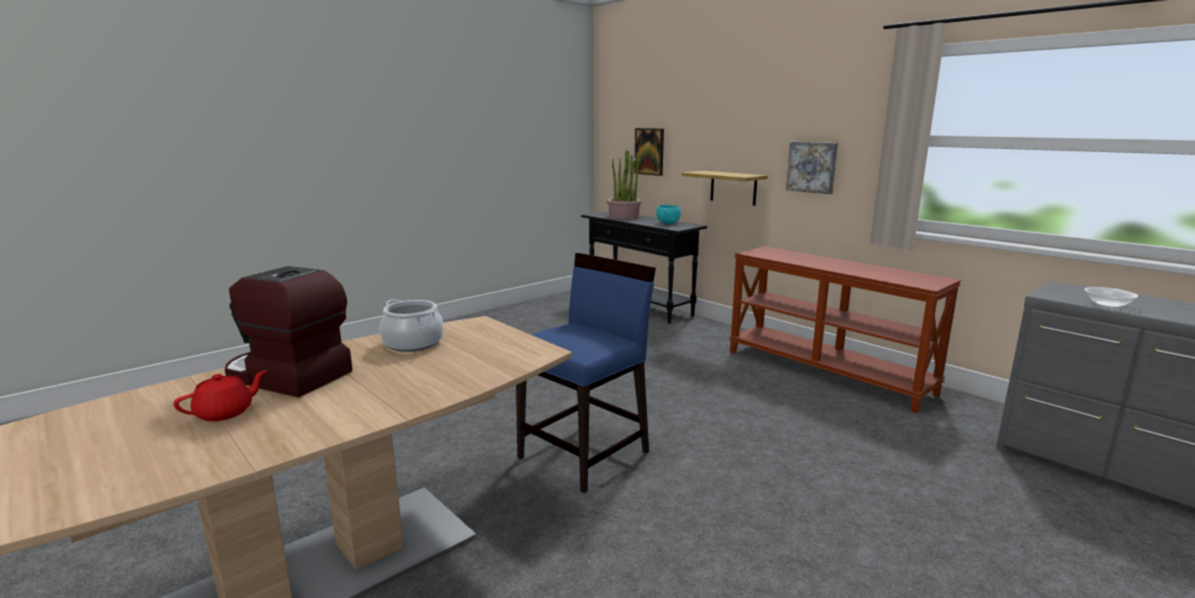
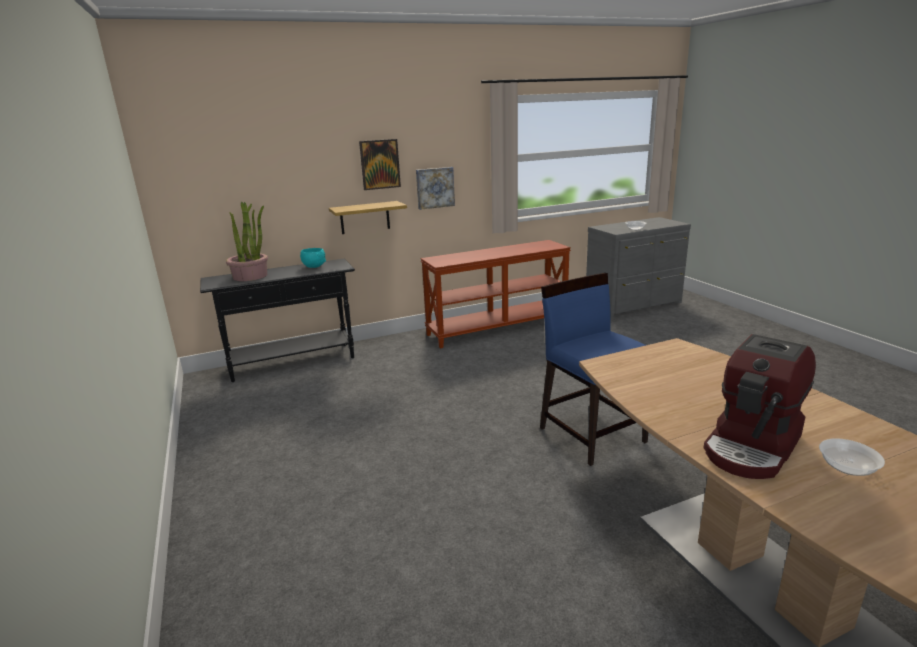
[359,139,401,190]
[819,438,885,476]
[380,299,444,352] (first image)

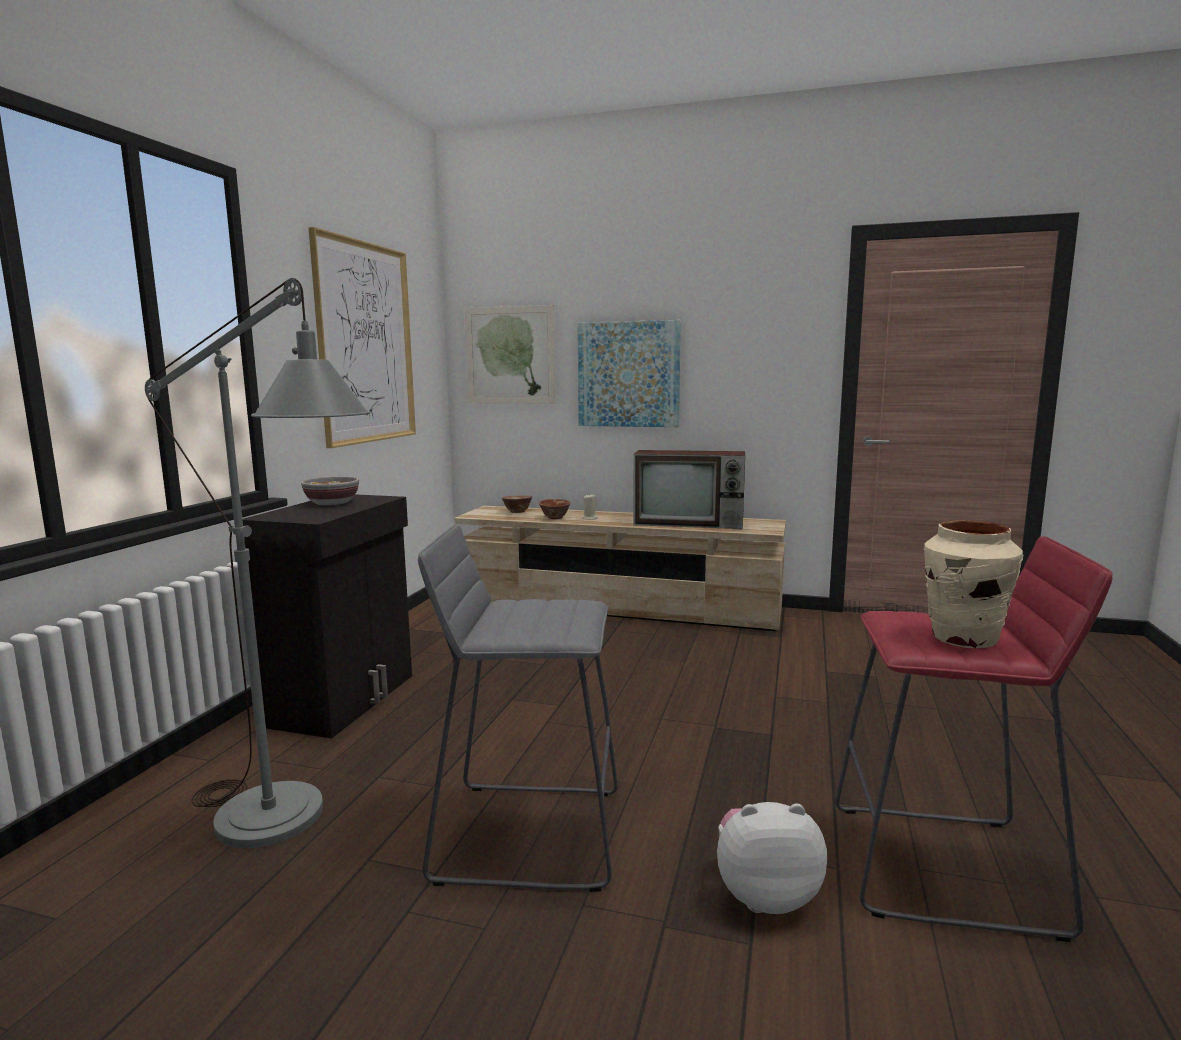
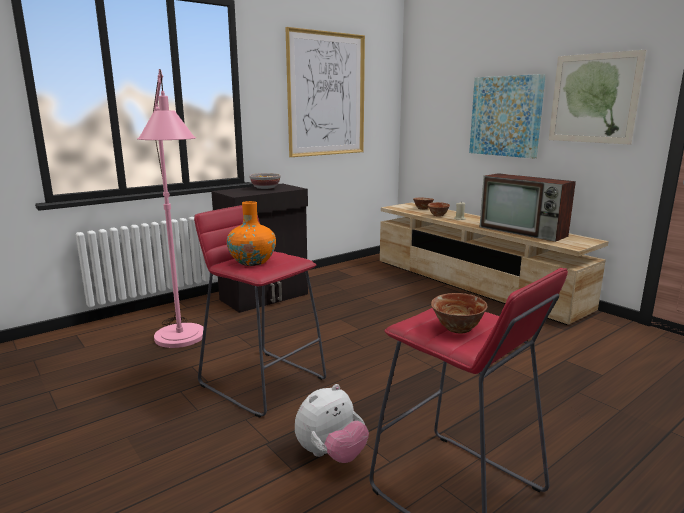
[137,69,204,348]
[194,205,326,418]
[227,201,276,266]
[295,384,369,463]
[431,293,487,333]
[549,50,647,145]

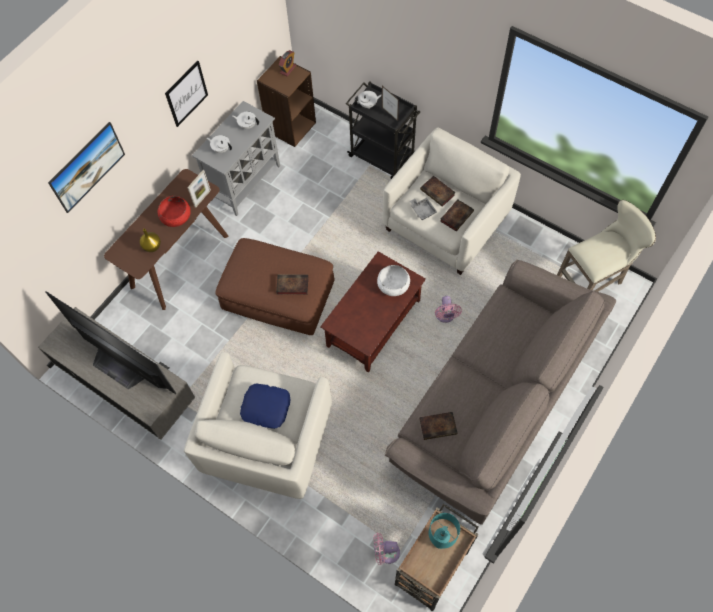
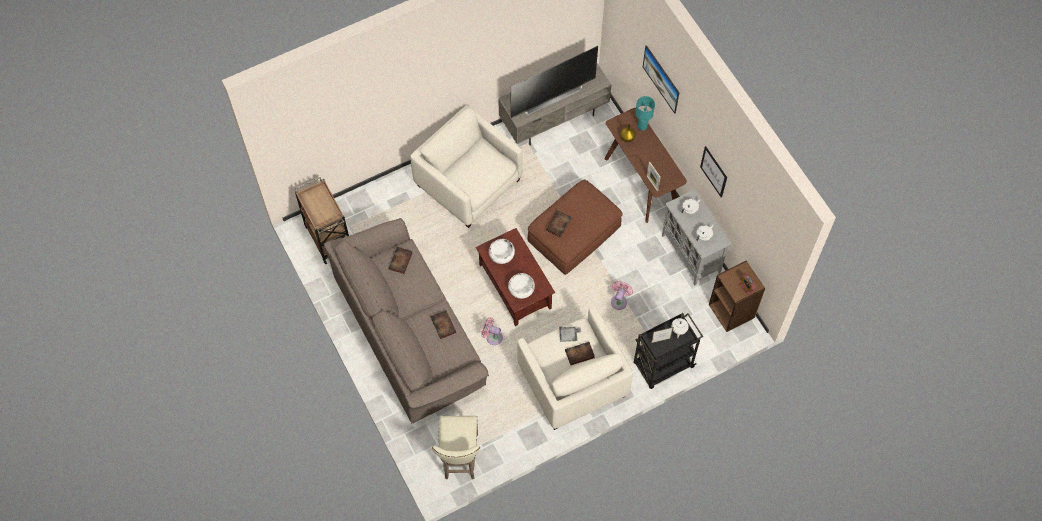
[431,310,456,339]
[489,239,515,264]
[611,281,633,310]
[635,96,655,130]
[157,196,191,227] (first image)
[240,383,290,429] (first image)

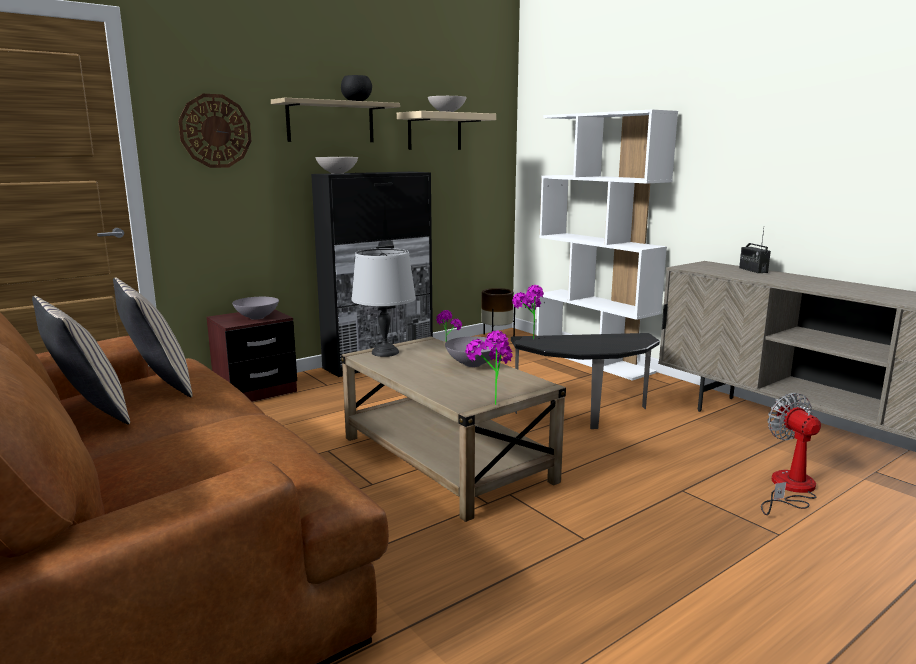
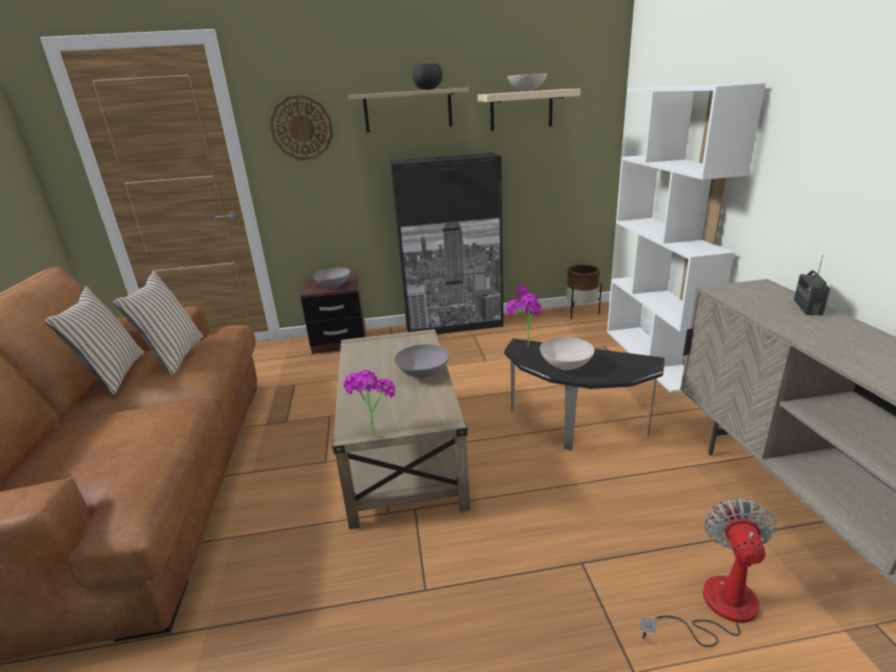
[540,337,595,370]
[351,248,416,357] (first image)

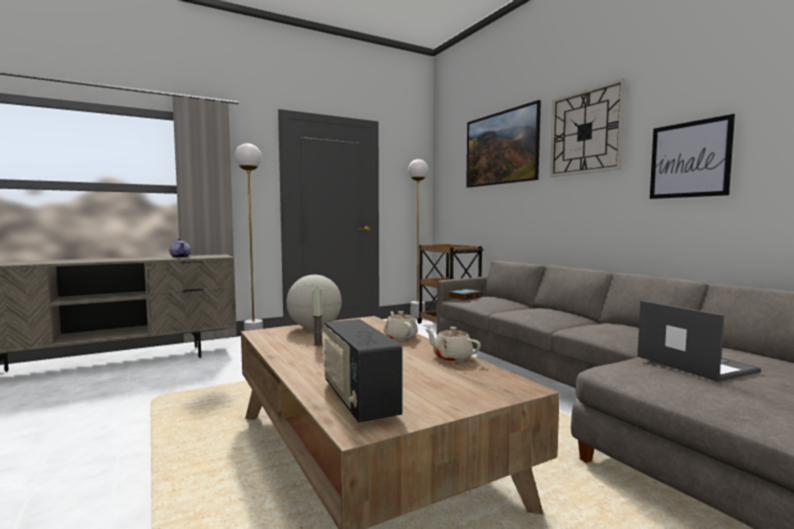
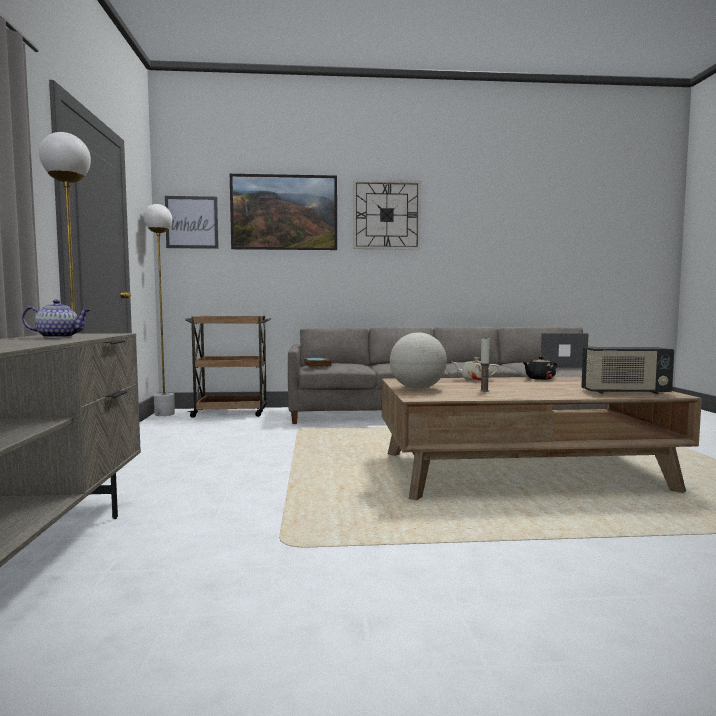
[165,196,219,249]
[523,356,557,380]

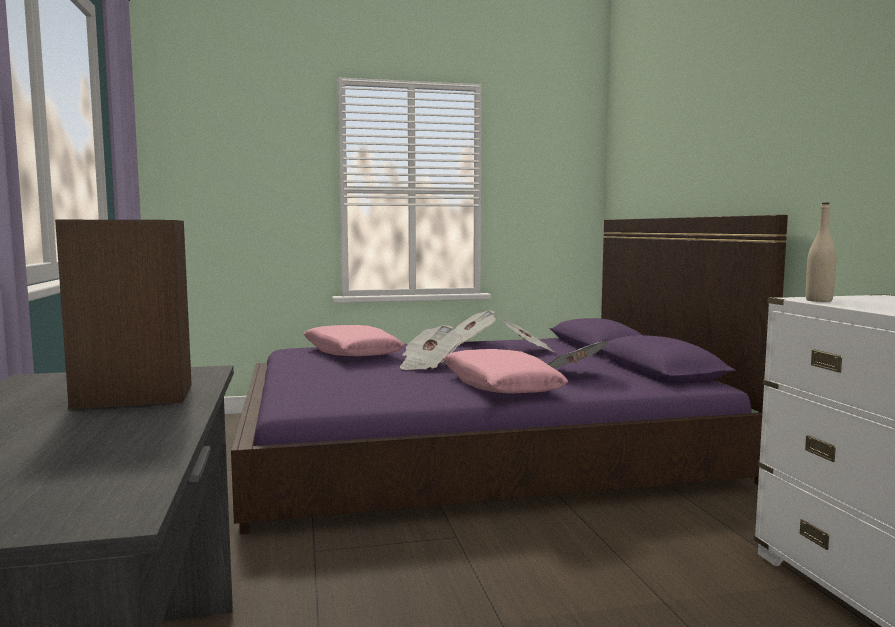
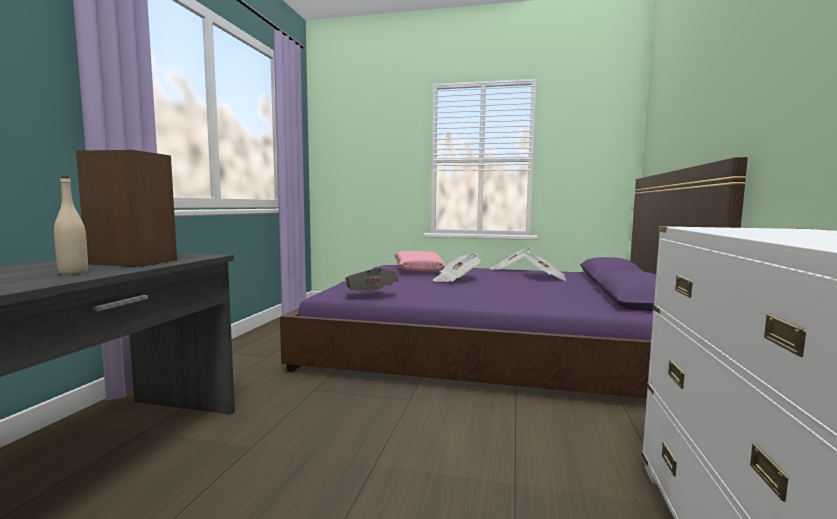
[54,176,88,275]
[345,268,398,291]
[443,349,568,394] (first image)

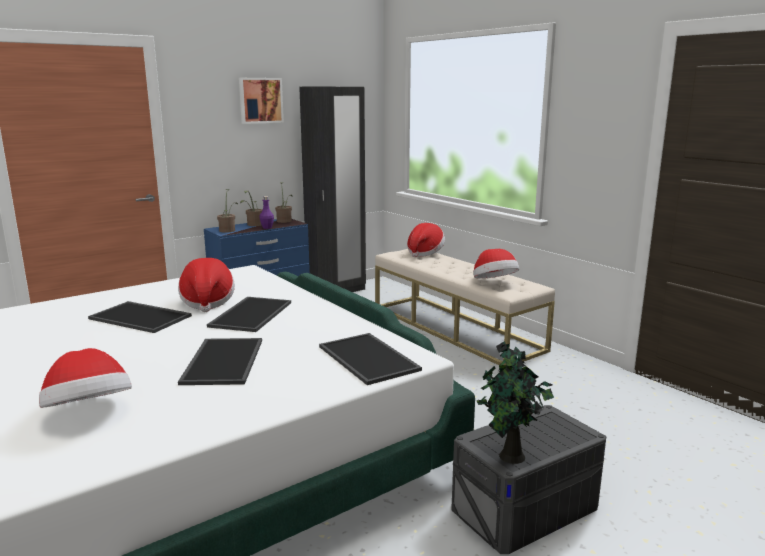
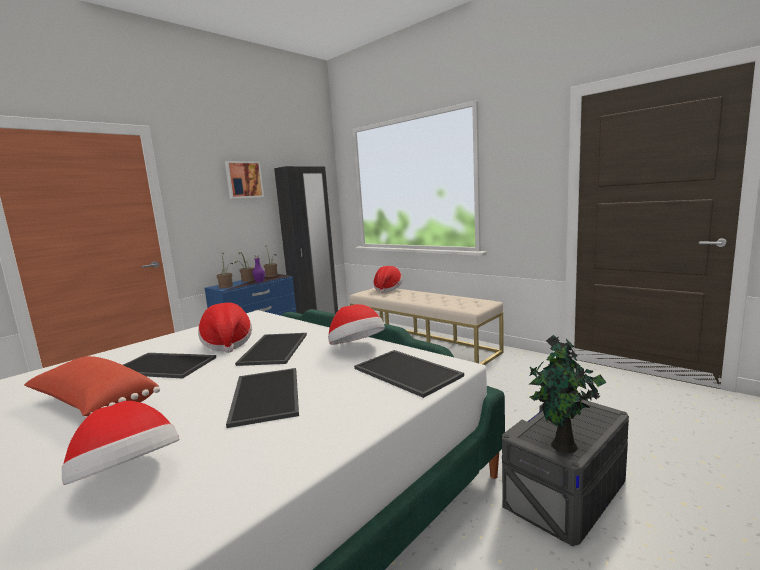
[24,356,160,416]
[328,304,385,345]

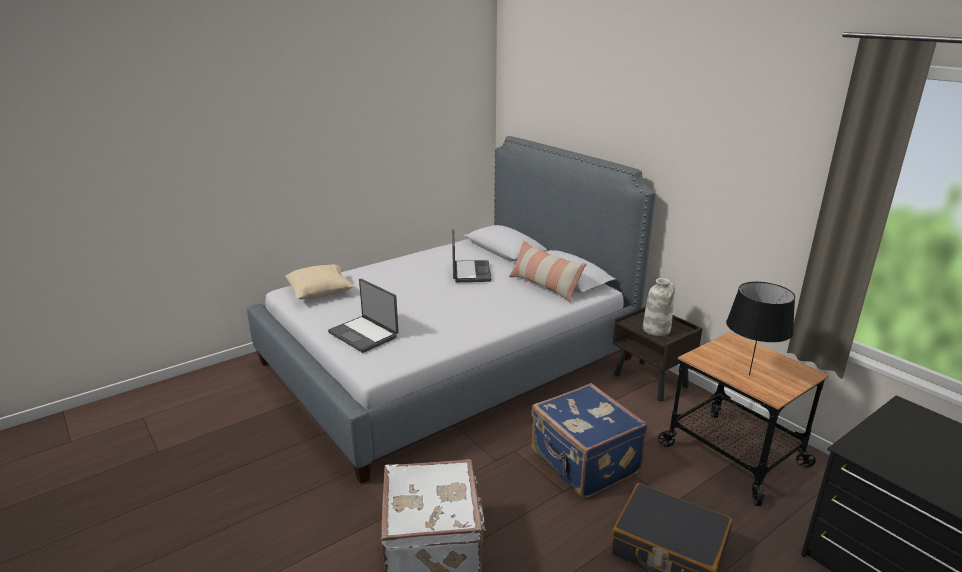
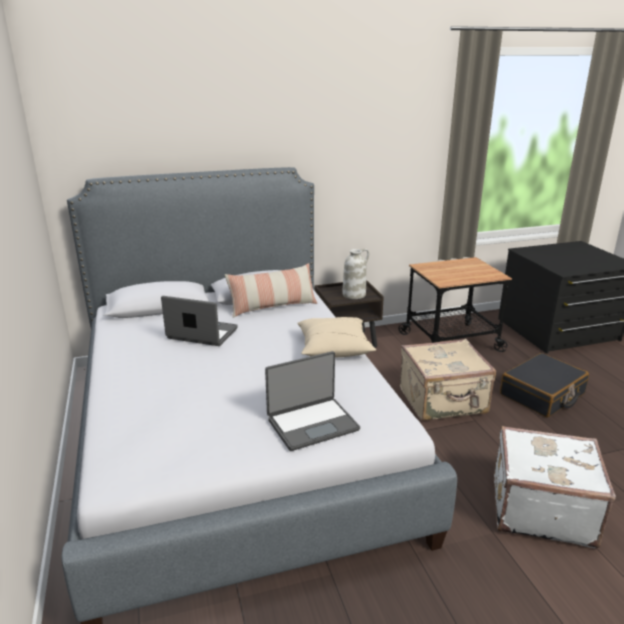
[297,317,376,358]
[400,339,496,421]
[726,282,795,375] (first image)

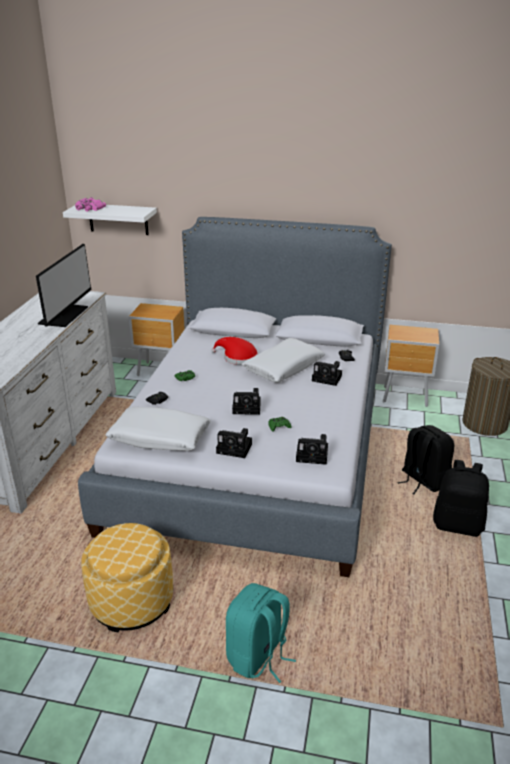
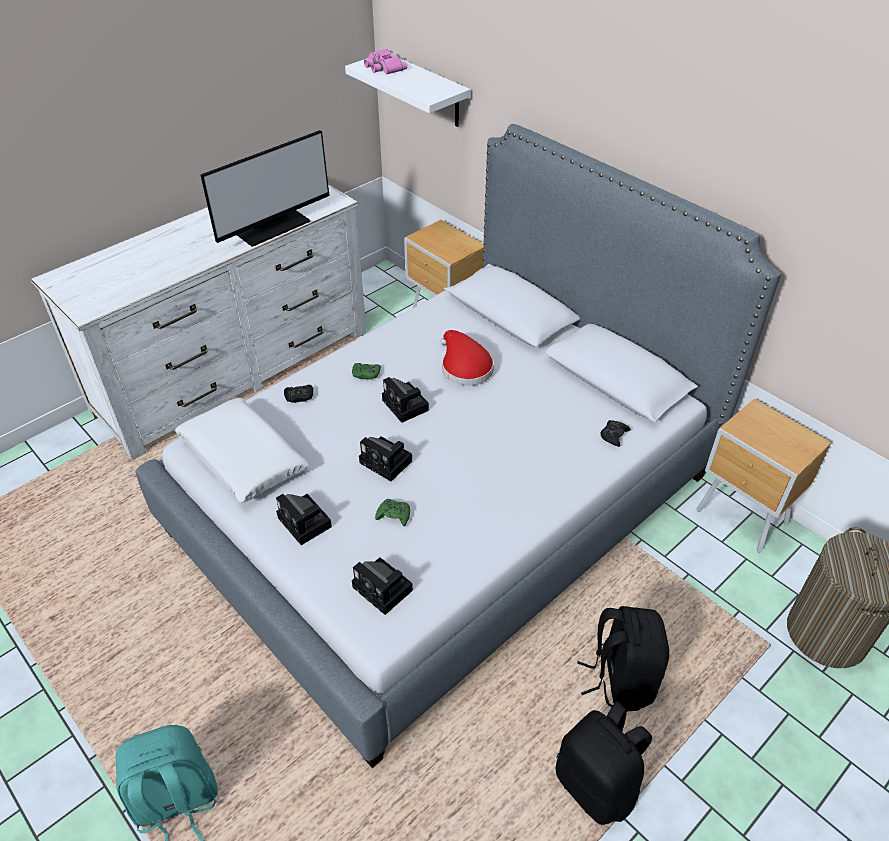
[382,377,429,423]
[81,523,173,633] (first image)
[242,338,325,382] (first image)

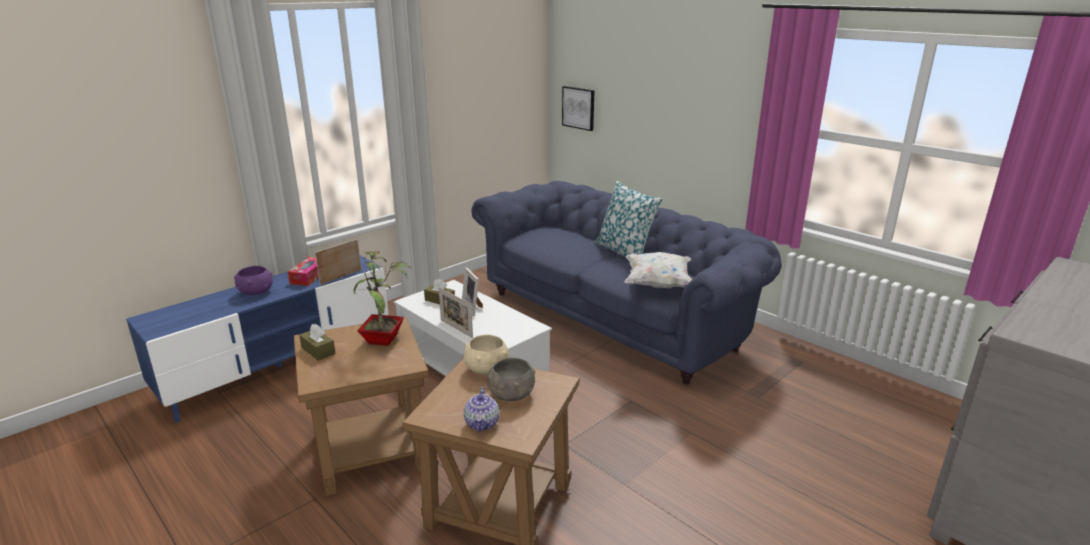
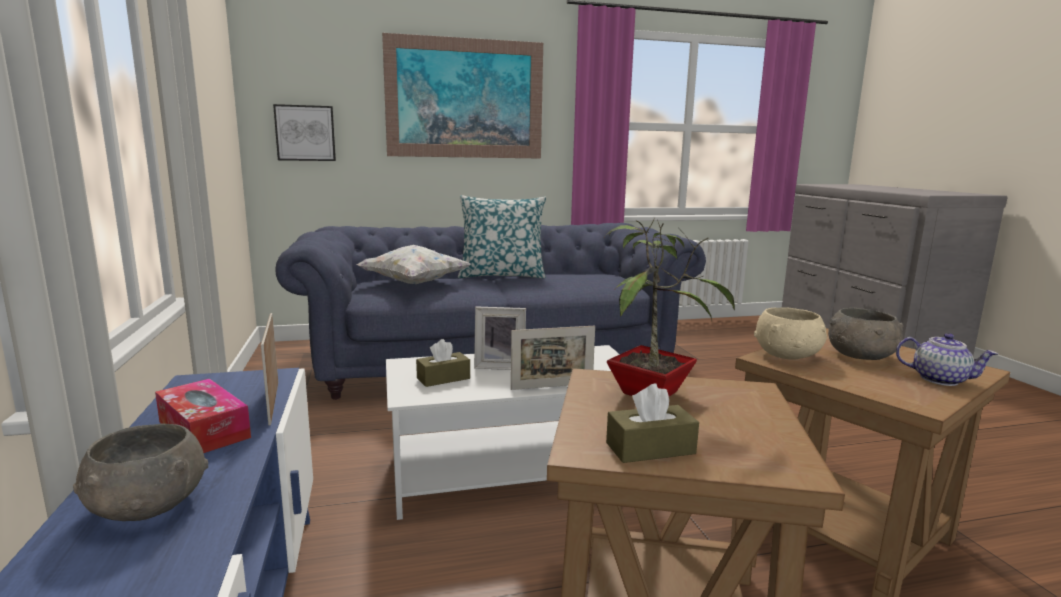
[73,424,208,521]
[356,245,471,284]
[382,33,543,159]

